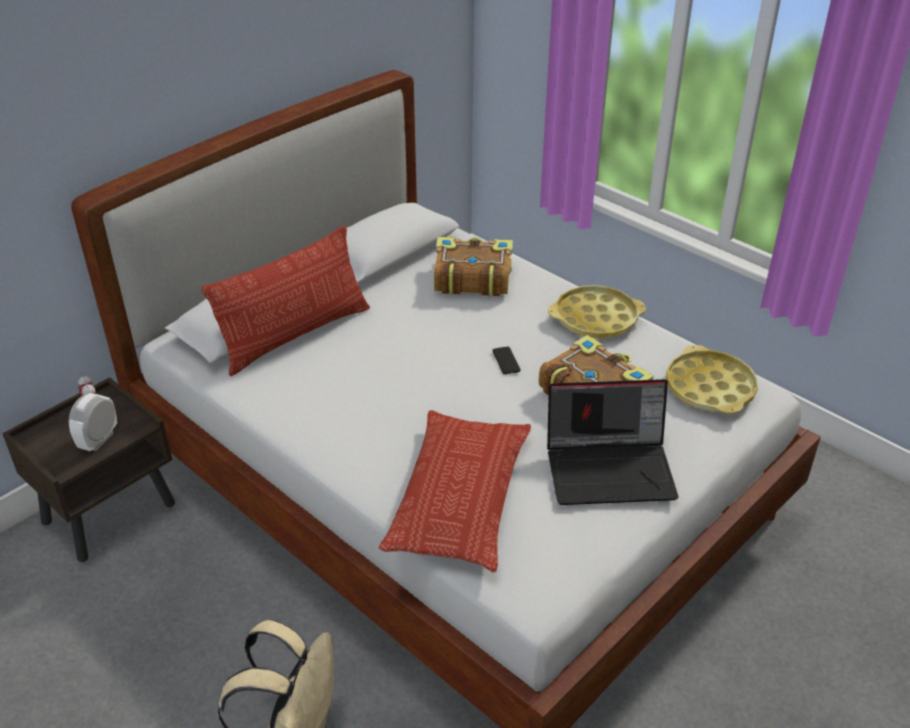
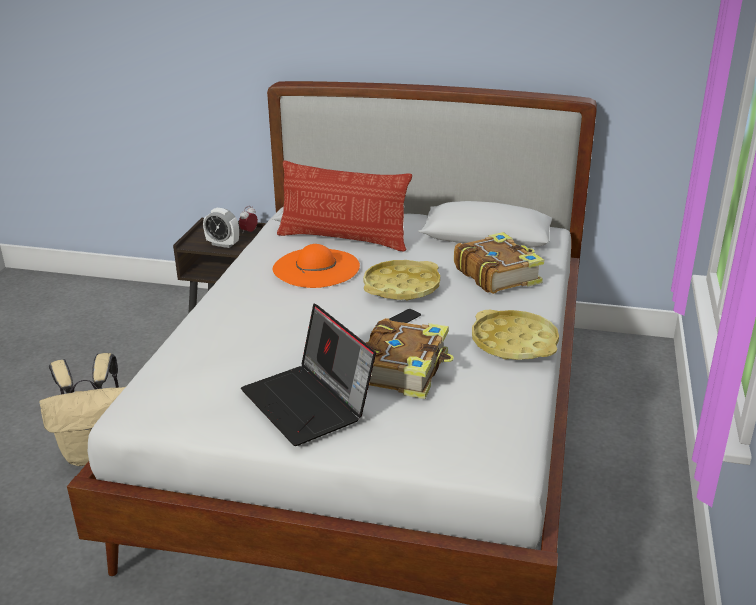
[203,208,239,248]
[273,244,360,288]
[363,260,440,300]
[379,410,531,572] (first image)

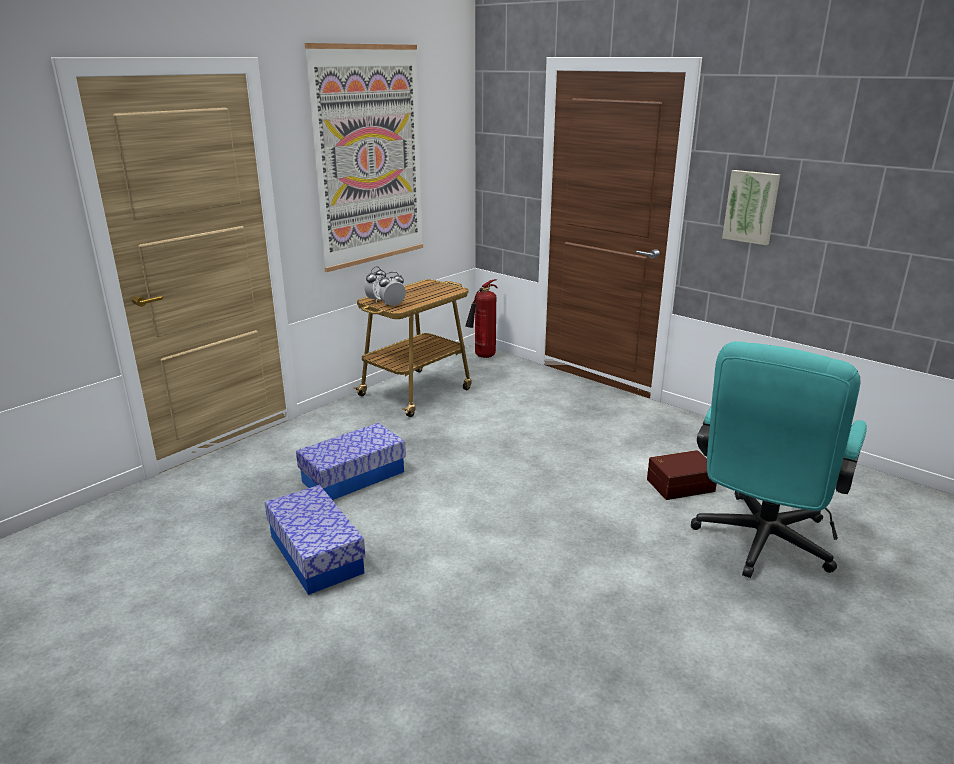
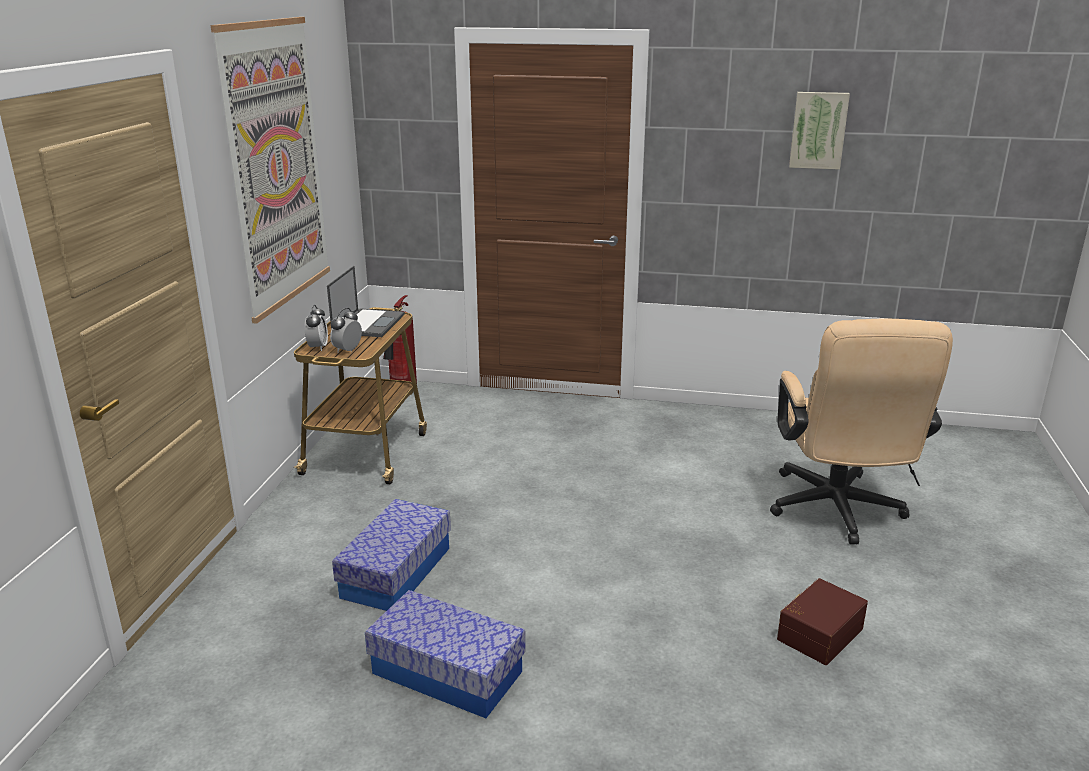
[327,266,405,337]
[770,319,953,544]
[777,578,868,665]
[789,92,850,170]

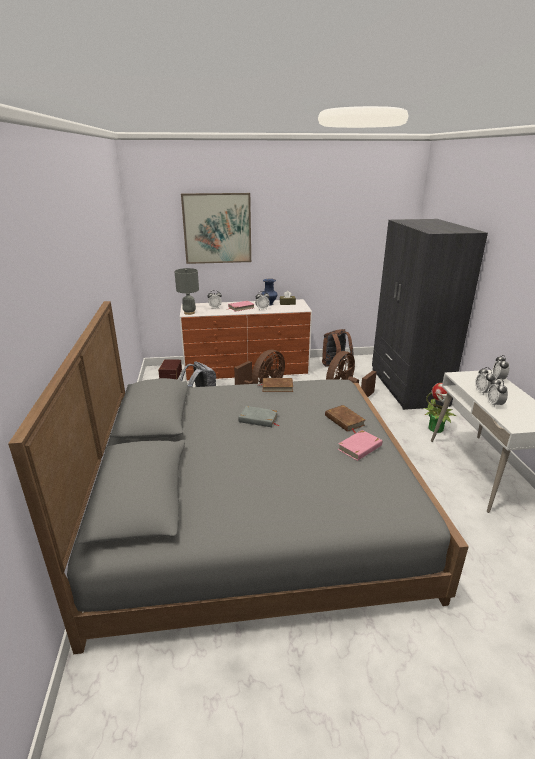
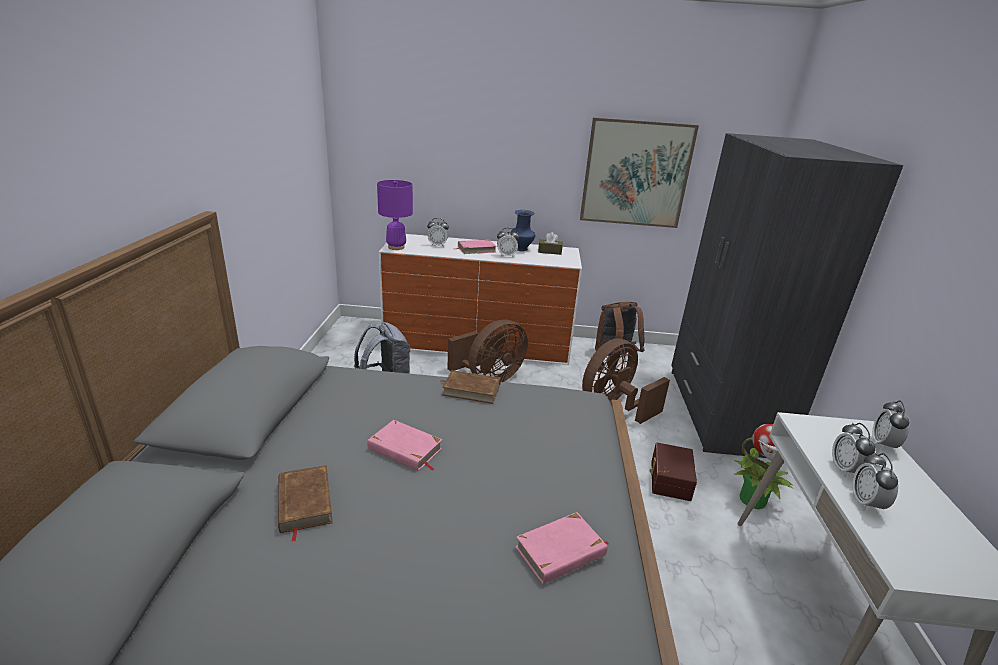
[278,465,333,542]
[367,420,442,471]
[377,180,413,250]
[580,117,699,228]
[650,443,697,501]

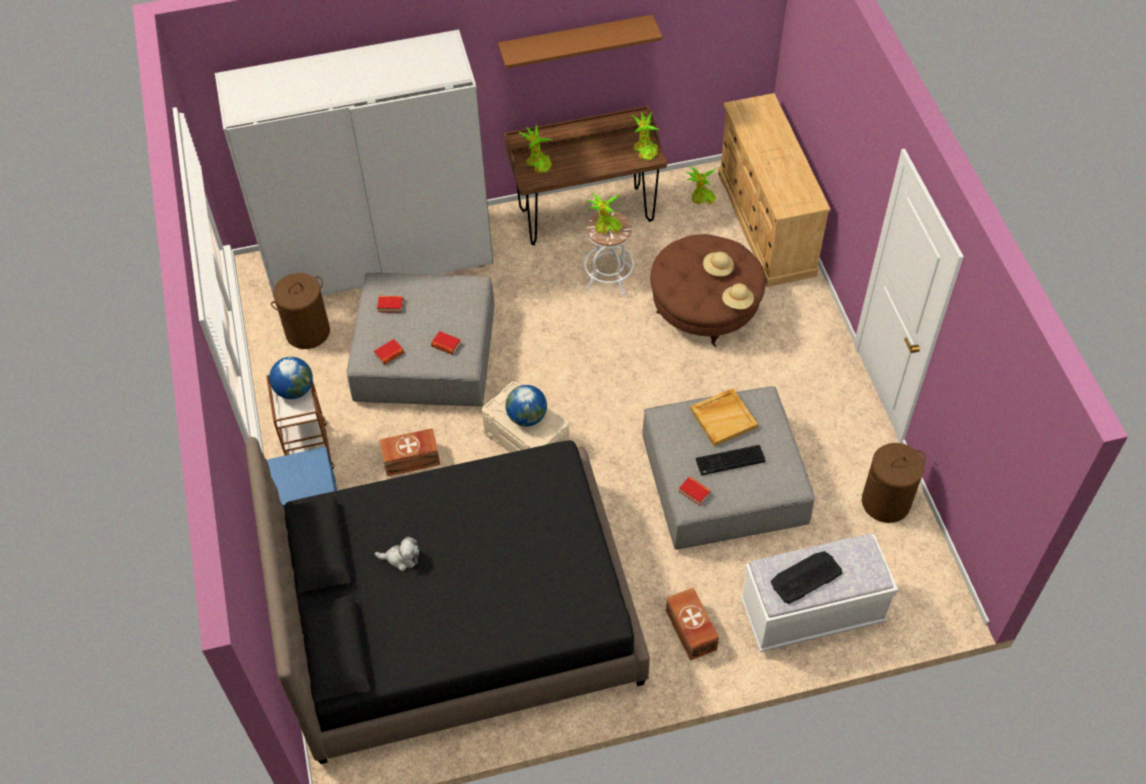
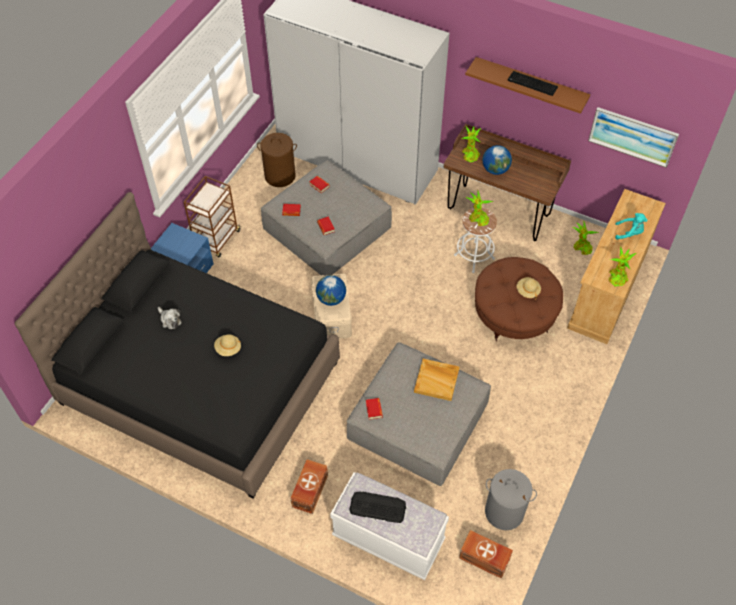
[214,334,241,356]
[459,530,513,579]
[483,145,512,175]
[485,469,537,530]
[508,71,558,96]
[588,107,679,168]
[609,246,637,286]
[615,213,647,239]

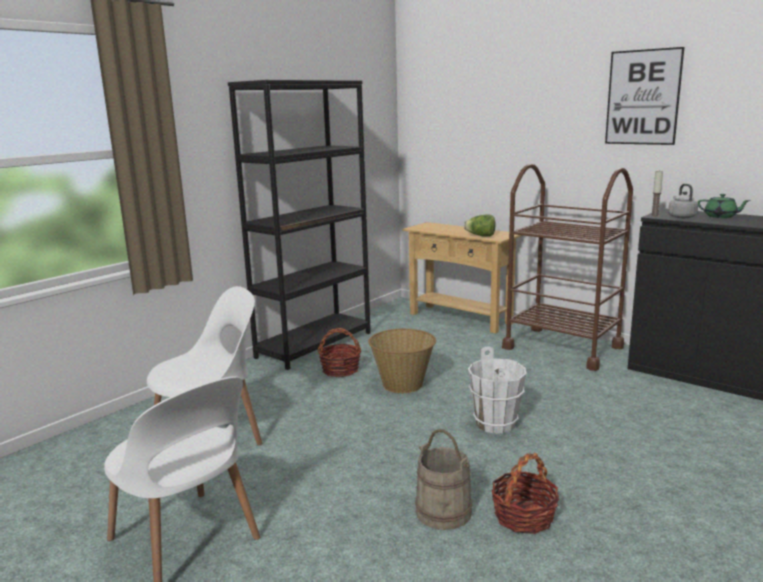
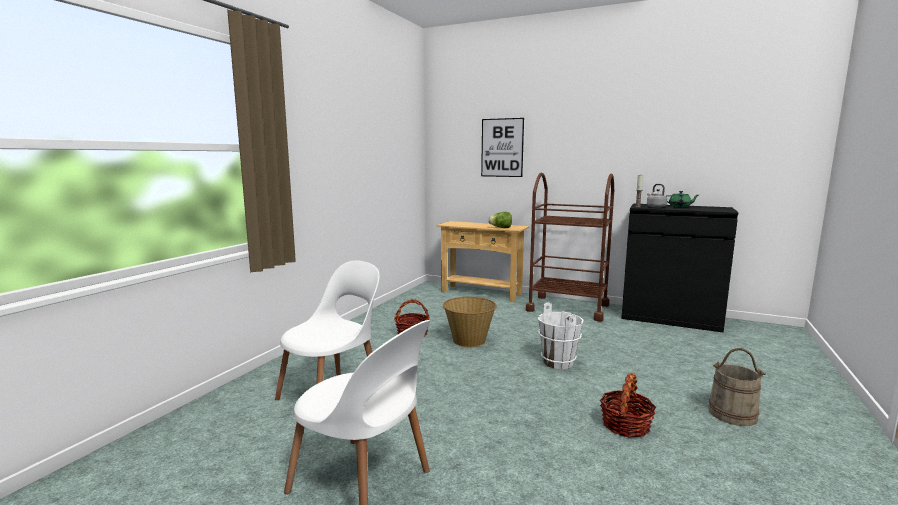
[481,118,524,177]
[708,348,766,426]
[228,80,371,370] (first image)

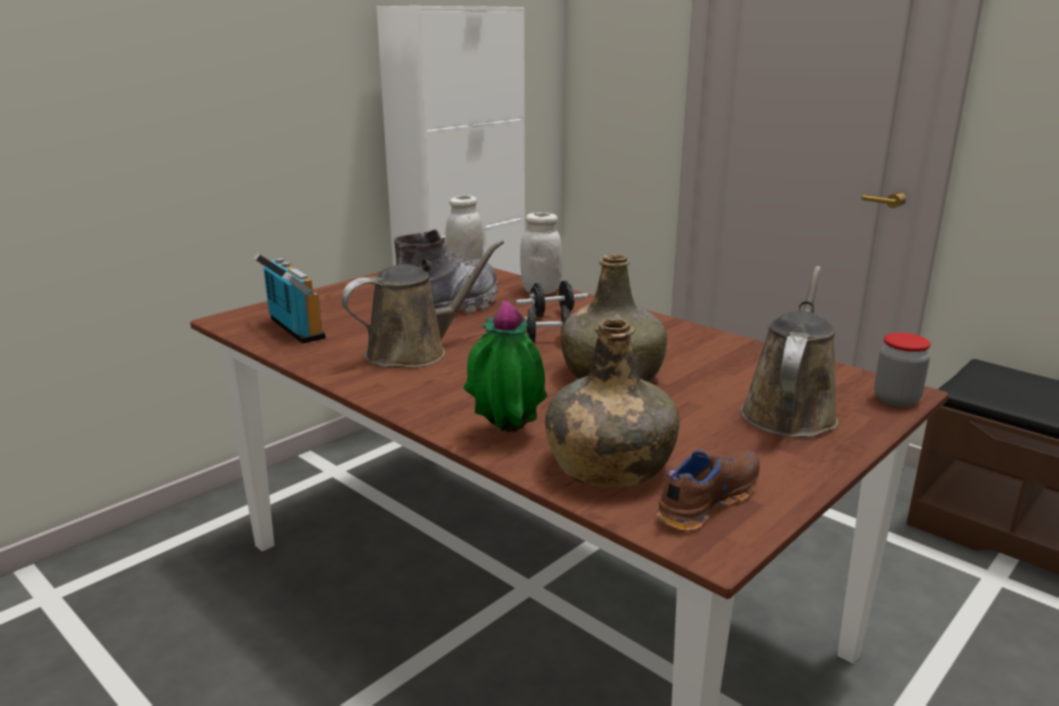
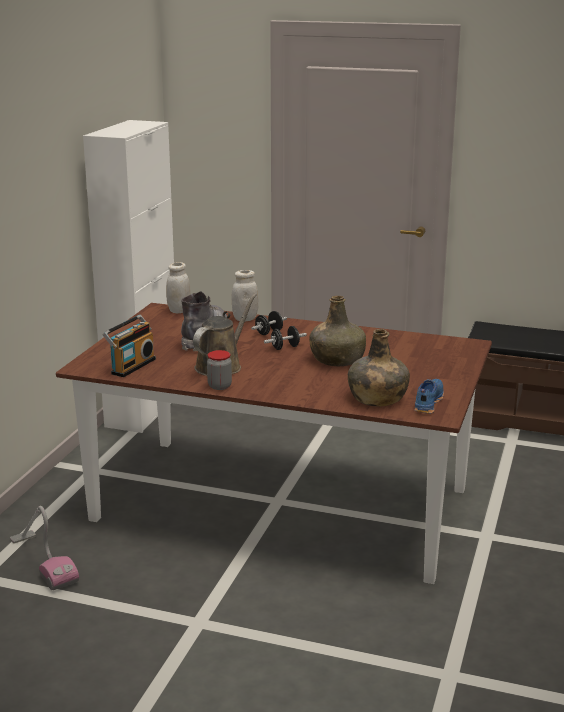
[10,506,79,590]
[103,315,156,377]
[207,350,232,390]
[414,379,444,414]
[463,300,547,432] (first image)
[740,266,838,438] (first image)

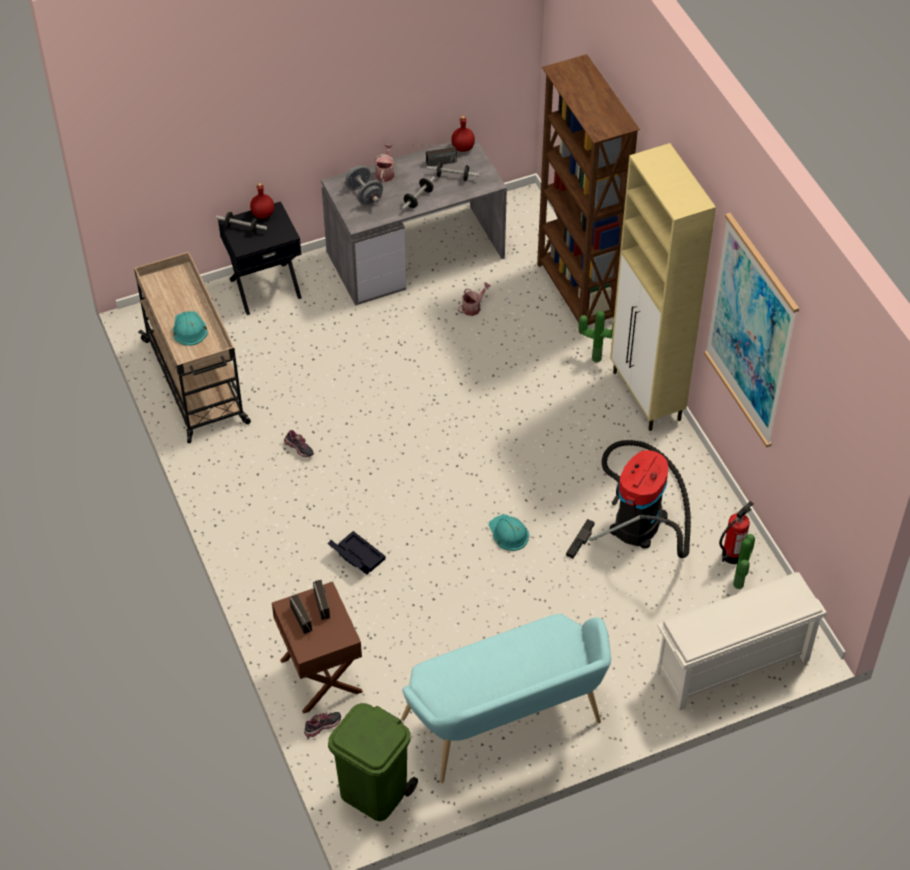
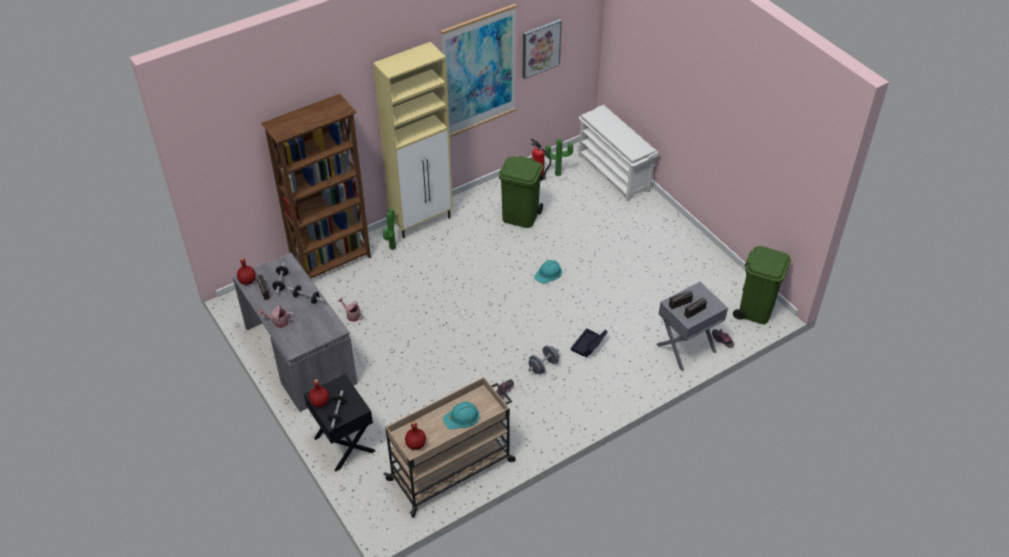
[405,422,426,450]
[499,156,543,228]
[523,19,562,79]
[528,345,559,374]
[656,282,728,371]
[401,613,611,783] (first image)

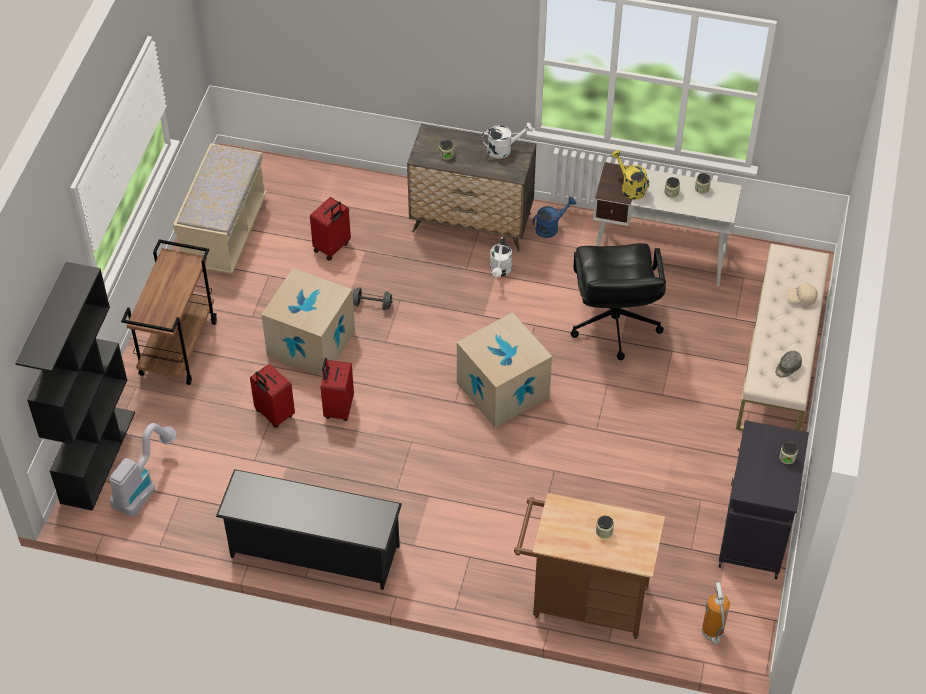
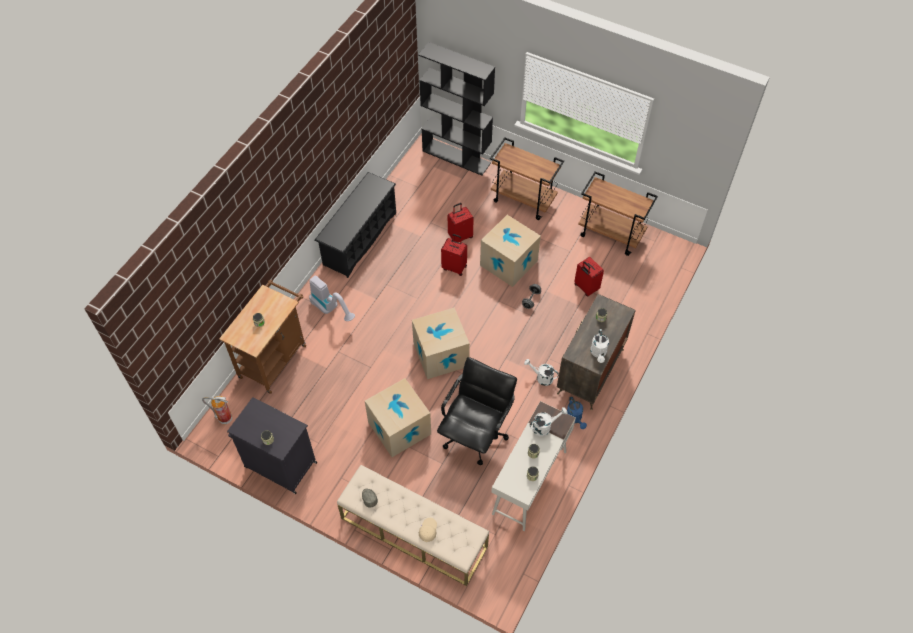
[309,275,355,321]
[365,378,431,457]
[437,357,517,465]
[530,407,568,436]
[578,171,658,256]

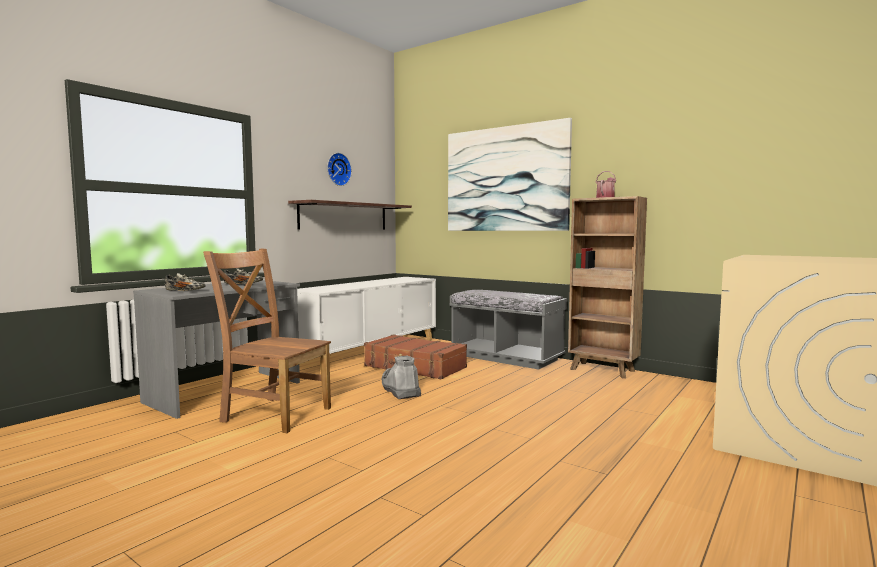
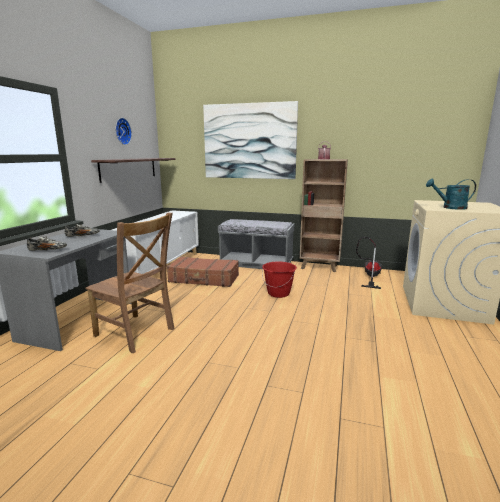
[85,213,174,353]
[262,262,297,298]
[356,237,382,289]
[426,179,476,210]
[382,356,421,399] (first image)

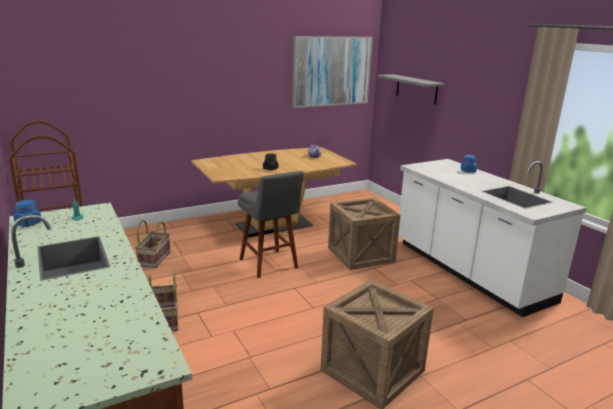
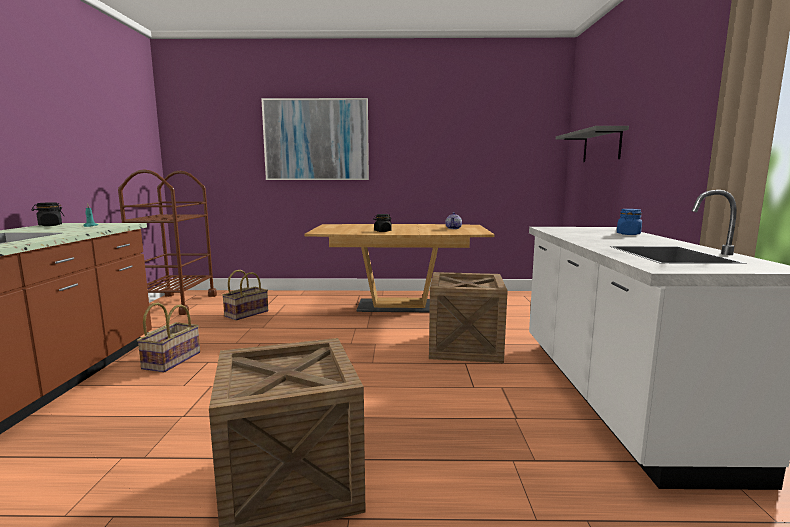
[32,202,64,226]
[261,98,369,180]
[238,171,304,278] (first image)

